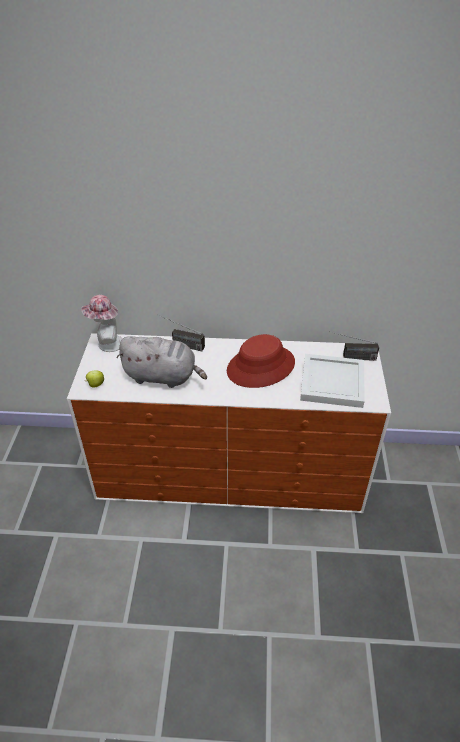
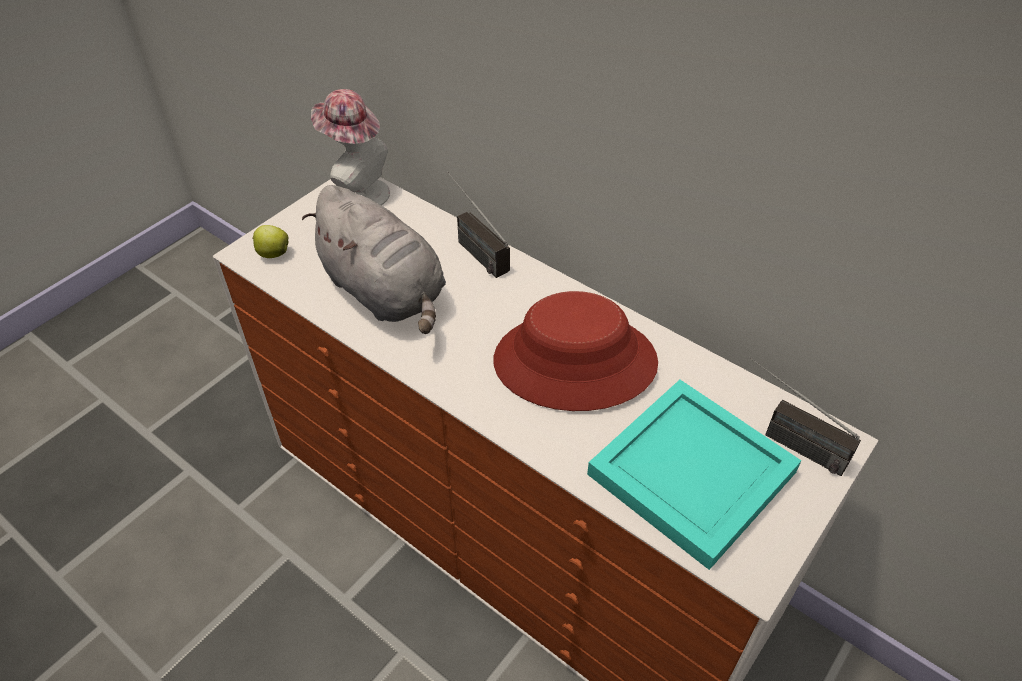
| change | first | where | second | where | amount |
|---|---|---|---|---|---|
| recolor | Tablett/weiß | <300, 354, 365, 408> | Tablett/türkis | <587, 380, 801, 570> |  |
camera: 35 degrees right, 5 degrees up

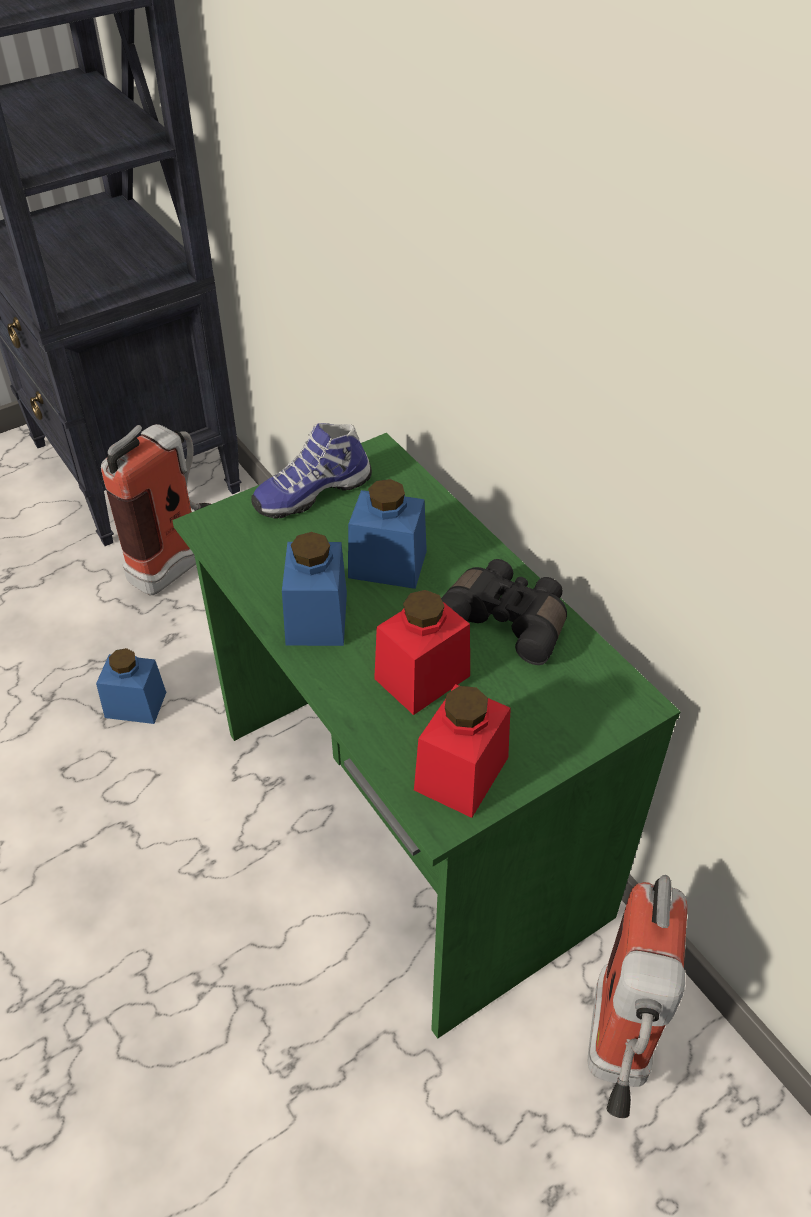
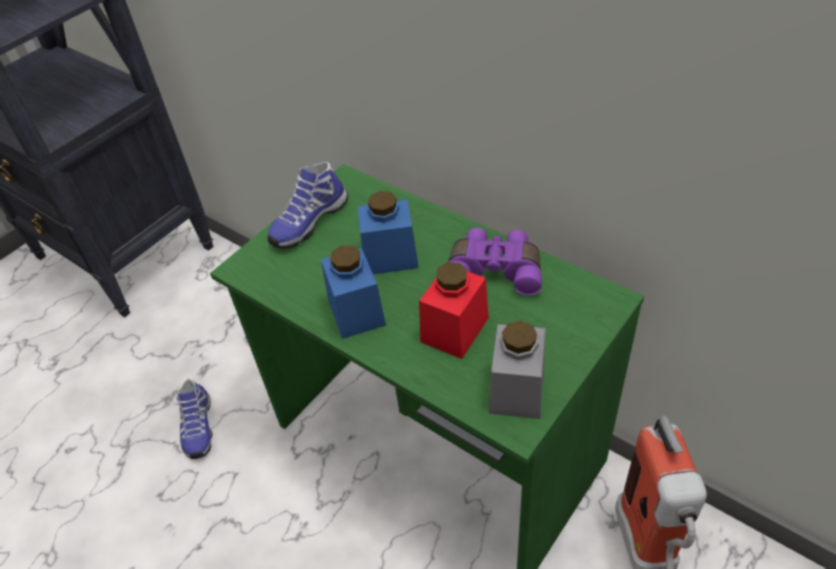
| change | first | where | second | where | amount |
|---|---|---|---|---|---|
| delete | Feuerlöscher | <101, 424, 211, 595> |  |  |  |
| recolor | Fernglas/schwarz | <441, 559, 567, 665> | Fernglas/lila | <448, 228, 542, 295> |  |
| replace | Vorratsglas/blau | <96, 648, 166, 724> | Schuh | <177, 379, 213, 459> |  |
| recolor | Vorratsglas/rot | <414, 684, 511, 818> | Vorratsglas/grau | <489, 321, 545, 419> |  |
camera: 15 degrees left, 0 degrees up

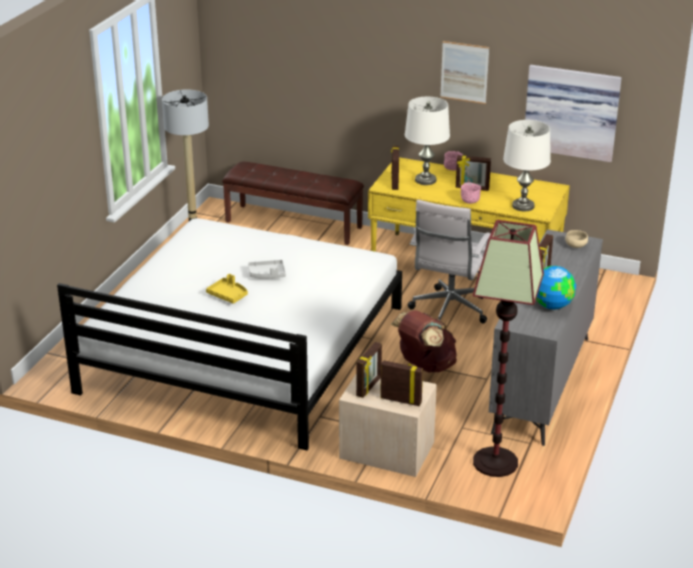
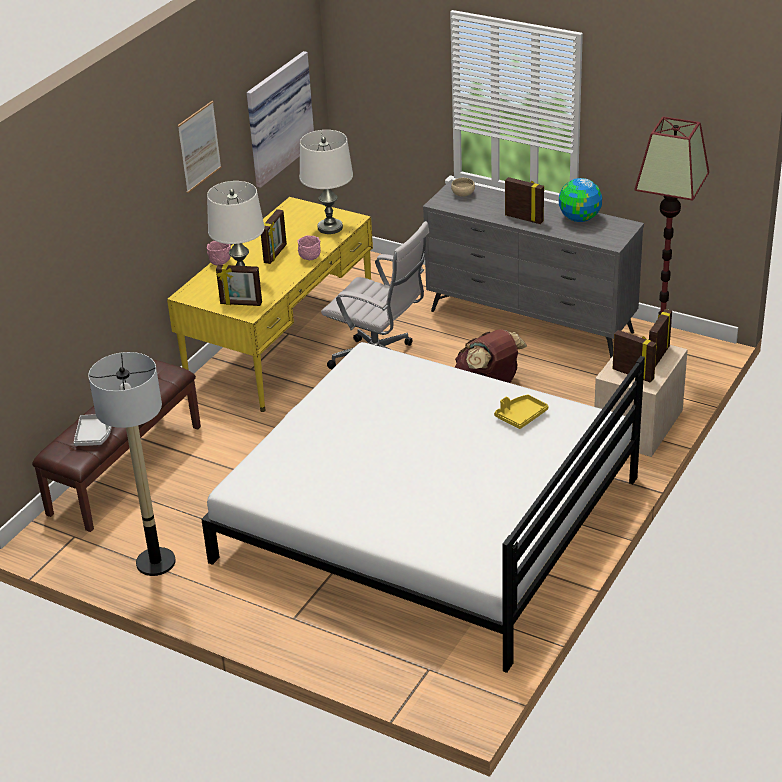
| change | first | where | second | where | amount |
|---|---|---|---|---|---|
| move | Tablett/grau | <248, 260, 286, 279> |  | <74, 414, 112, 446> |  |
| move | Tablett/gelb | <206, 274, 248, 304> |  | <494, 395, 548, 429> |  |
camera: 80 degrees left, 5 degrees up

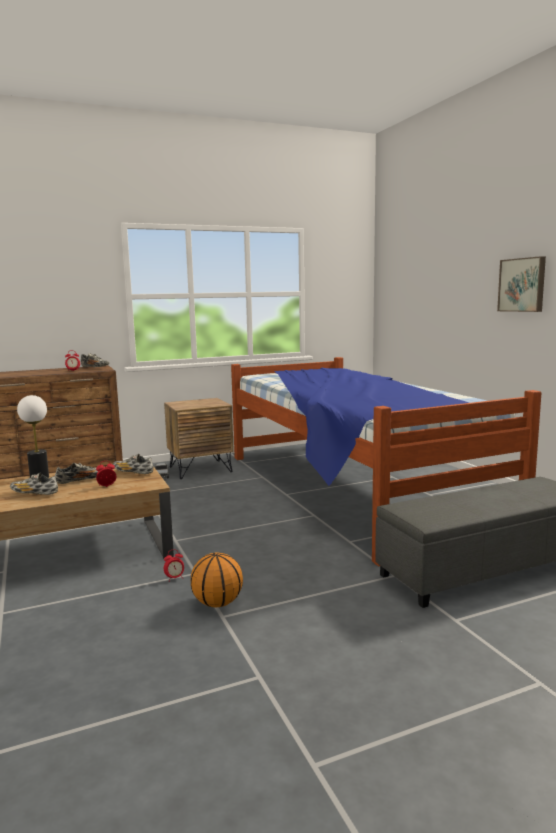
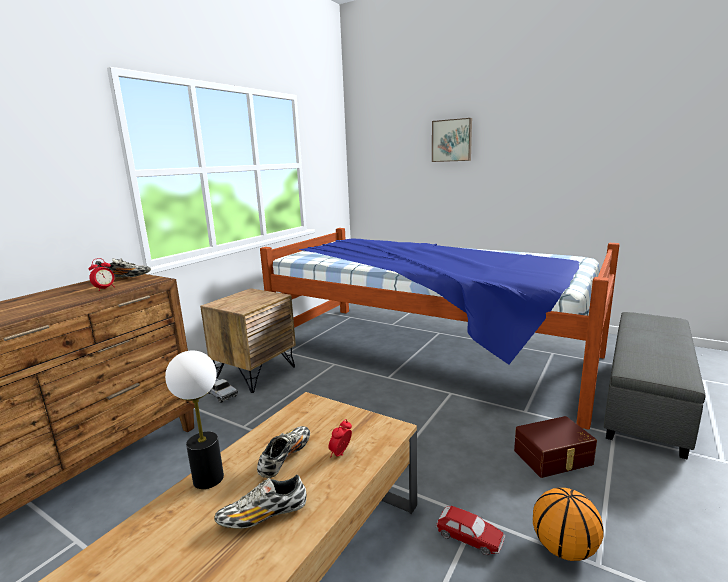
| change | first | where | second | where | amount |
|---|---|---|---|---|---|
| move | Bild | <497, 256, 546, 312> |  | <432, 118, 472, 162> |  |
| delete | Schuh | <113, 454, 153, 474> |  |  |  |
| replace | Wecker | <164, 549, 184, 581> | Spielzeugauto | <436, 506, 505, 555> |  |
| insert |  |  | Aufbewahrungsbox/braun | <514, 416, 597, 478> |  |
camera: 35 degrees left, 5 degrees up

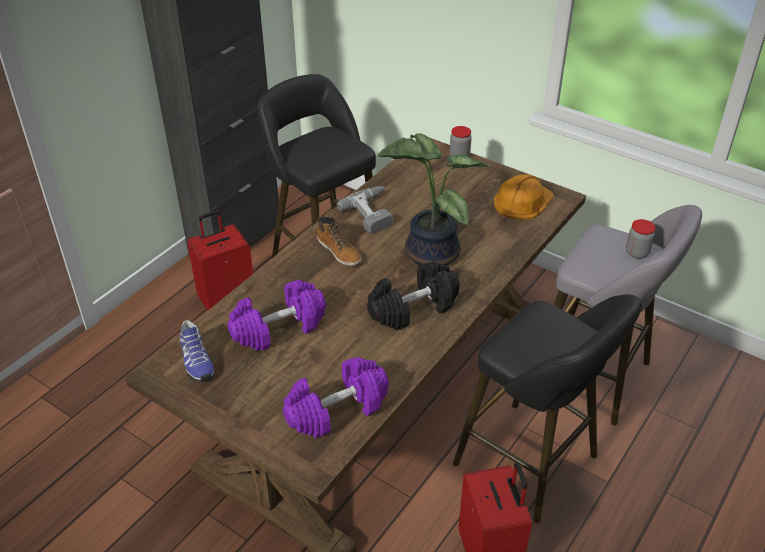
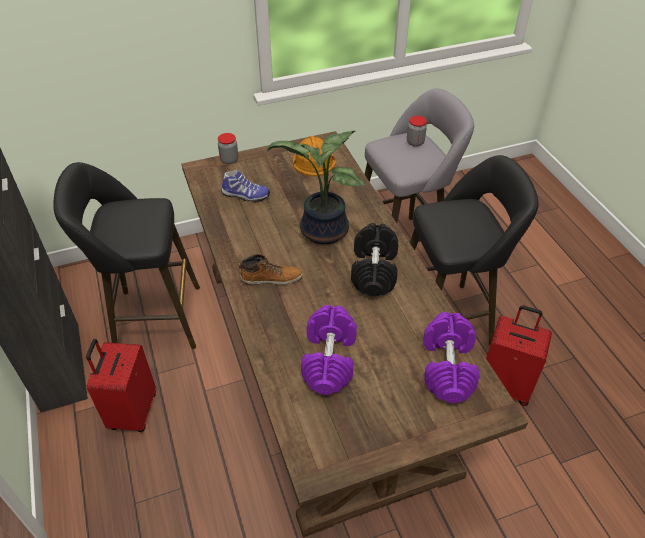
| change | first | where | second | where | amount |
|---|---|---|---|---|---|
| delete | Bohrmaschine | <337, 186, 393, 234> |  |  |  |
| move | Schuh | <180, 320, 214, 382> |  | <221, 170, 270, 203> |  |
camera: 55 degrees left, 5 degrees up

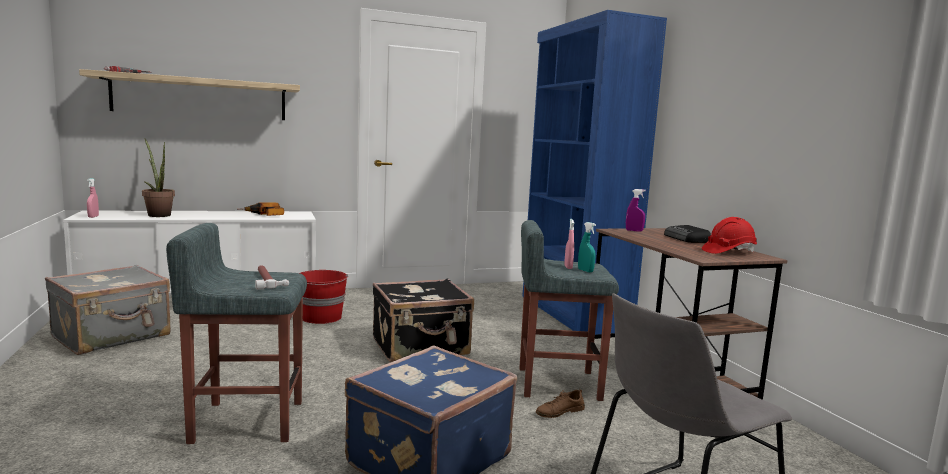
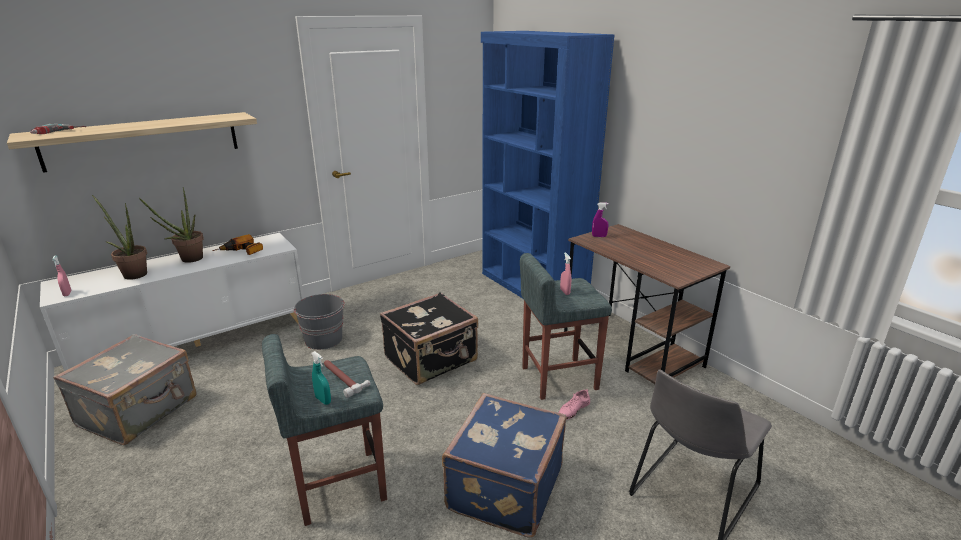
| change | first | where | second | where | amount |
|---|---|---|---|---|---|
| delete | Schutzhelm/rot | <702, 217, 757, 254> |  |  |  |
| move | Sprühflasche/türkis | <578, 222, 596, 272> |  | <311, 351, 331, 405> |  |
| delete | Radio | <664, 225, 711, 243> |  |  |  |
| recolor | Eimer/rot | <300, 270, 348, 324> | Eimer/grau | <293, 294, 345, 350> |  |
| recolor | Schuh/braun | <536, 389, 585, 418> | Schuh/rosa | <558, 389, 590, 420> |  |
| insert |  |  | Topfpflanze | <139, 187, 204, 263> |  |
camera: 15 degrees left, 15 degrees up

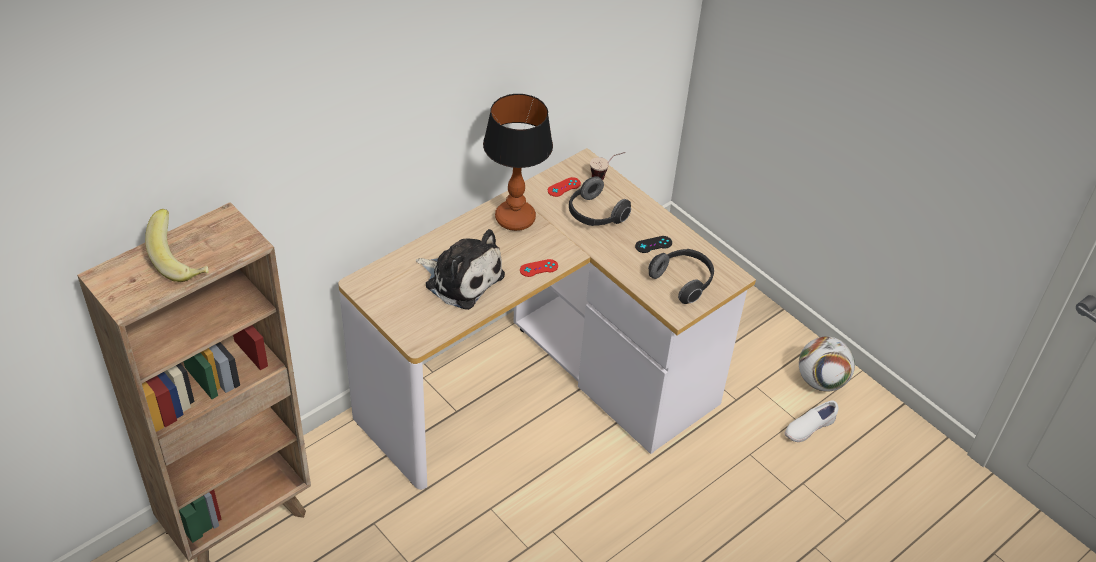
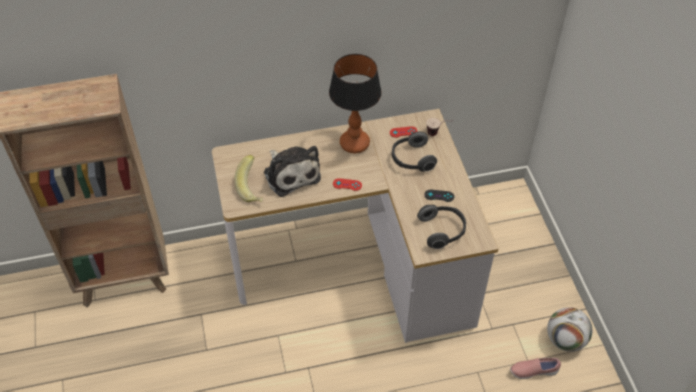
| change | first | where | second | where | amount |
|---|---|---|---|---|---|
| move | Banane | <145, 209, 209, 282> |  | <234, 155, 263, 202> |  |
| recolor | Schuh/weiß | <784, 401, 839, 442> | Schuh/rosa | <510, 358, 561, 379> |  |
camera: 30 degrees right, 5 degrees up

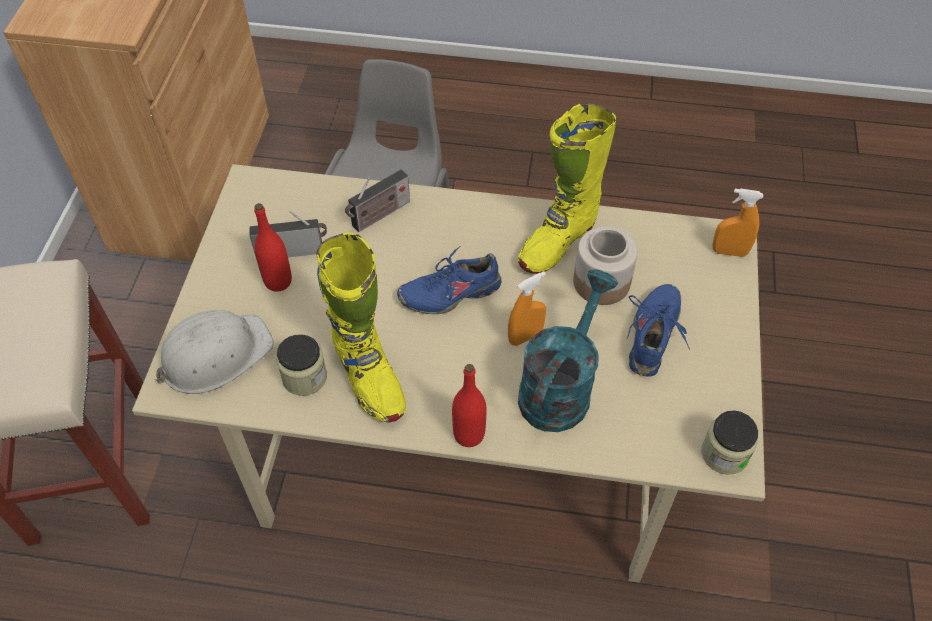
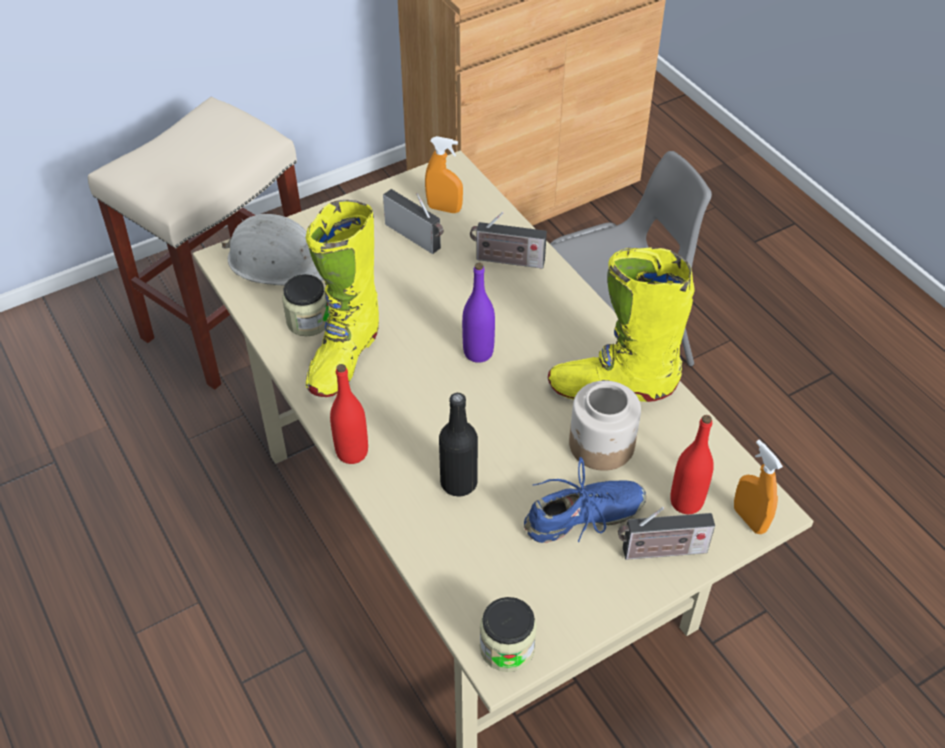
| change | first | where | second | where | amount |
|---|---|---|---|---|---|
| move | Flasche/rot | <254, 203, 292, 292> |  | <670, 415, 714, 514> |  |
| replace | Schuh/blau | <397, 246, 501, 314> | Flasche/lila | <462, 263, 495, 363> |  |
| replace | Gießkanne/türkis | <518, 269, 618, 432> | Flasche/schwarz | <439, 393, 478, 497> |  |
| move | Sprühflasche/orange | <508, 271, 546, 346> |  | <425, 136, 463, 213> |  |
| insert |  |  | Radio | <618, 507, 715, 560> |  |
camera: 50 degrees right, 5 degrees down

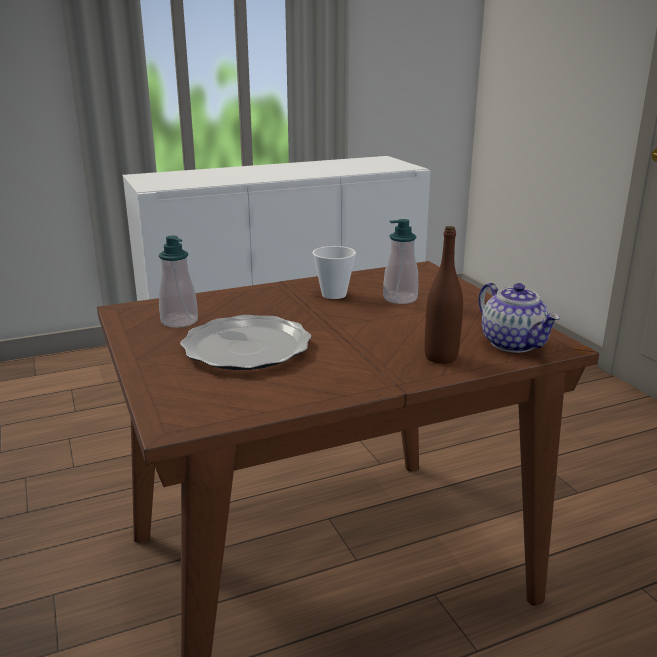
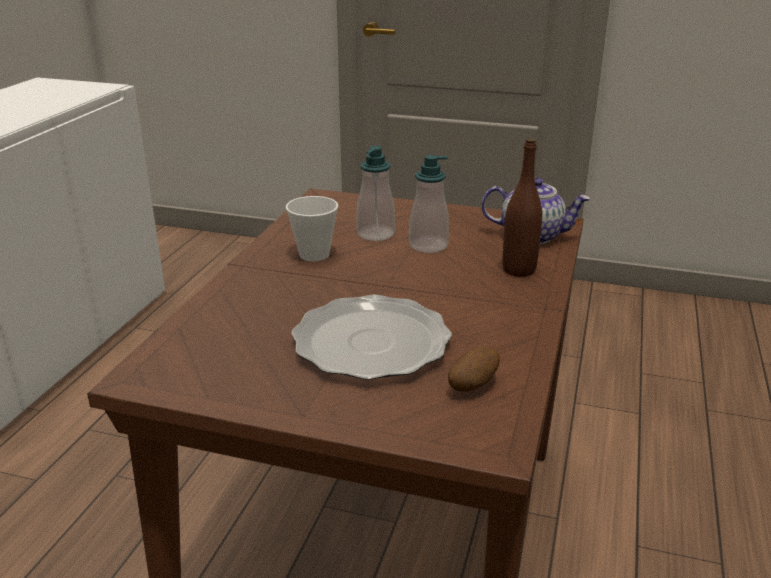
| change | first | where | second | where | amount |
|---|---|---|---|---|---|
| move | Seifenspender | <159, 236, 198, 328> |  | <409, 155, 449, 253> |  |
| insert |  |  | Kartoffel | <448, 346, 500, 392> |  |
camera: 50 degrees left, 5 degrees up

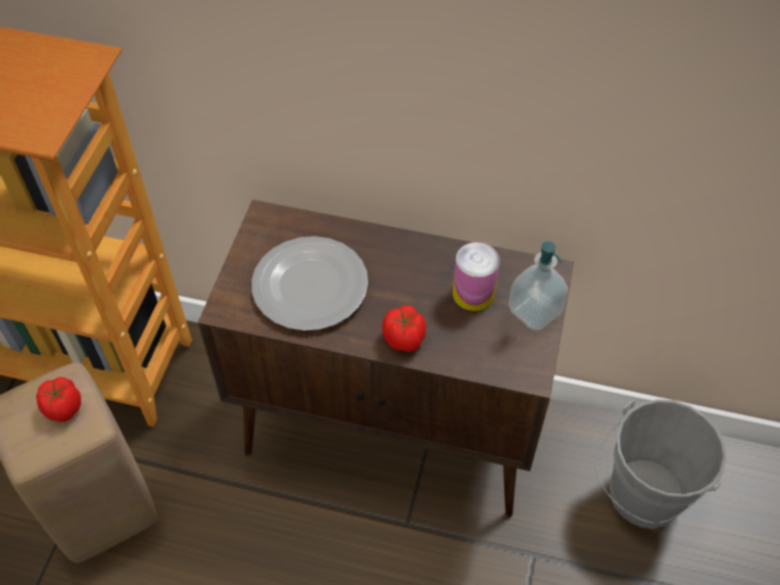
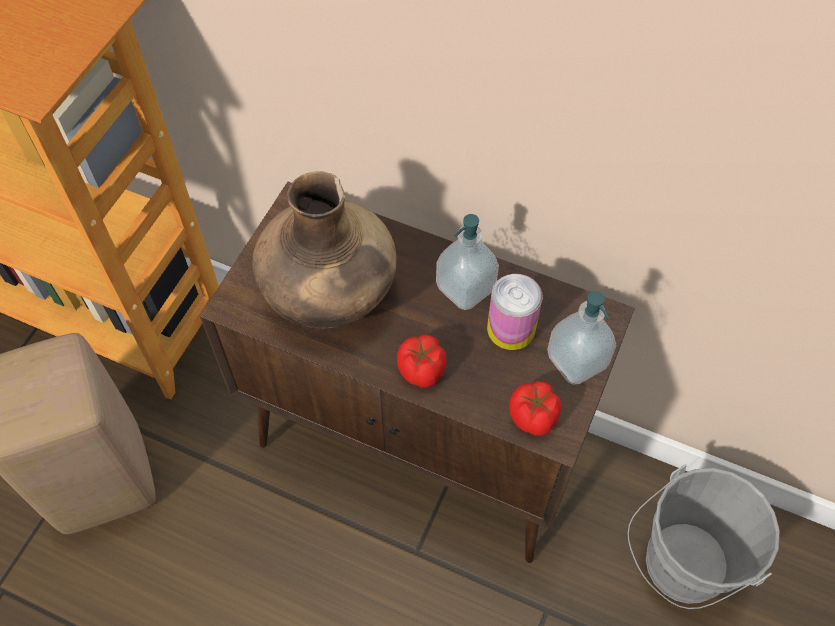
| change | first | where | second | where | amount |
|---|---|---|---|---|---|
| replace | Teller | <251, 236, 368, 331> | Vase/braun | <252, 171, 397, 329> |  |
| move | Tomate | <36, 377, 81, 422> |  | <509, 381, 561, 436> |  |
| insert |  |  | Seifenspender | <436, 214, 499, 310> |  |
camera: 10 degrees right, 5 degrees up

